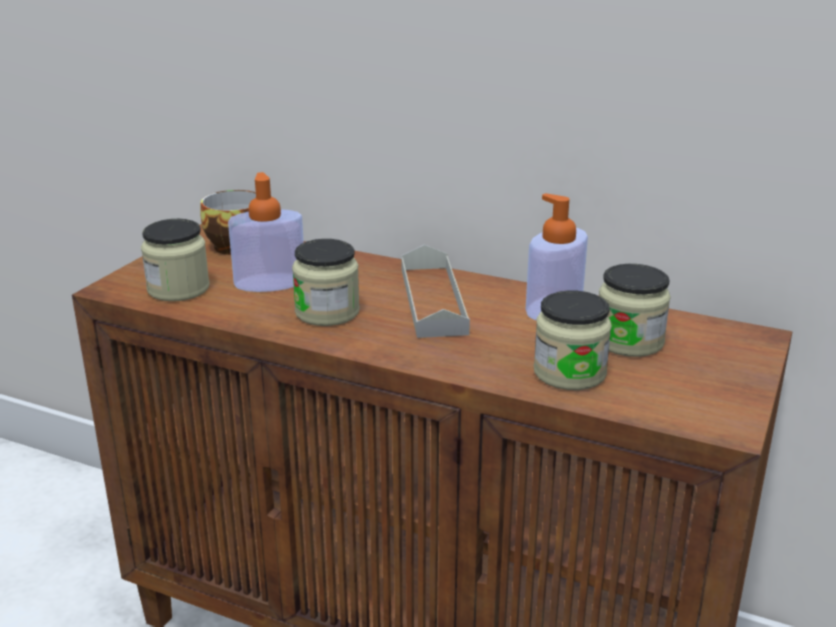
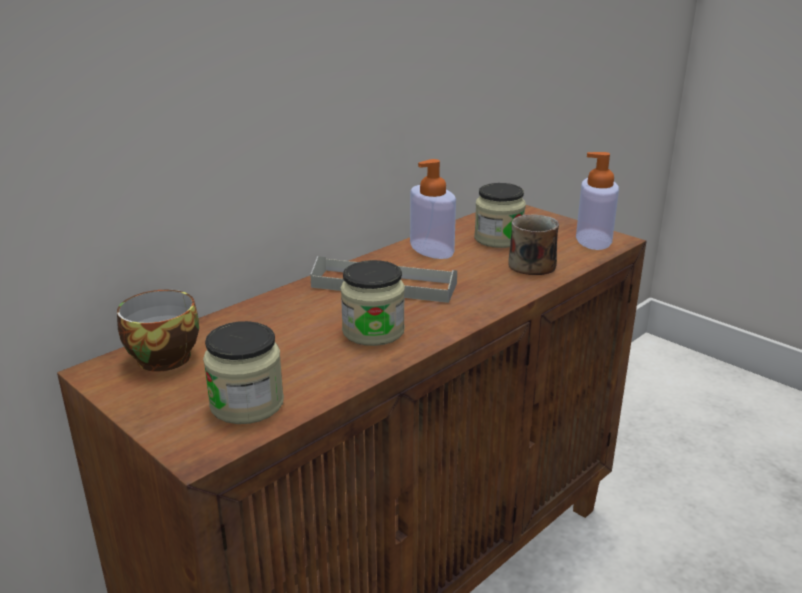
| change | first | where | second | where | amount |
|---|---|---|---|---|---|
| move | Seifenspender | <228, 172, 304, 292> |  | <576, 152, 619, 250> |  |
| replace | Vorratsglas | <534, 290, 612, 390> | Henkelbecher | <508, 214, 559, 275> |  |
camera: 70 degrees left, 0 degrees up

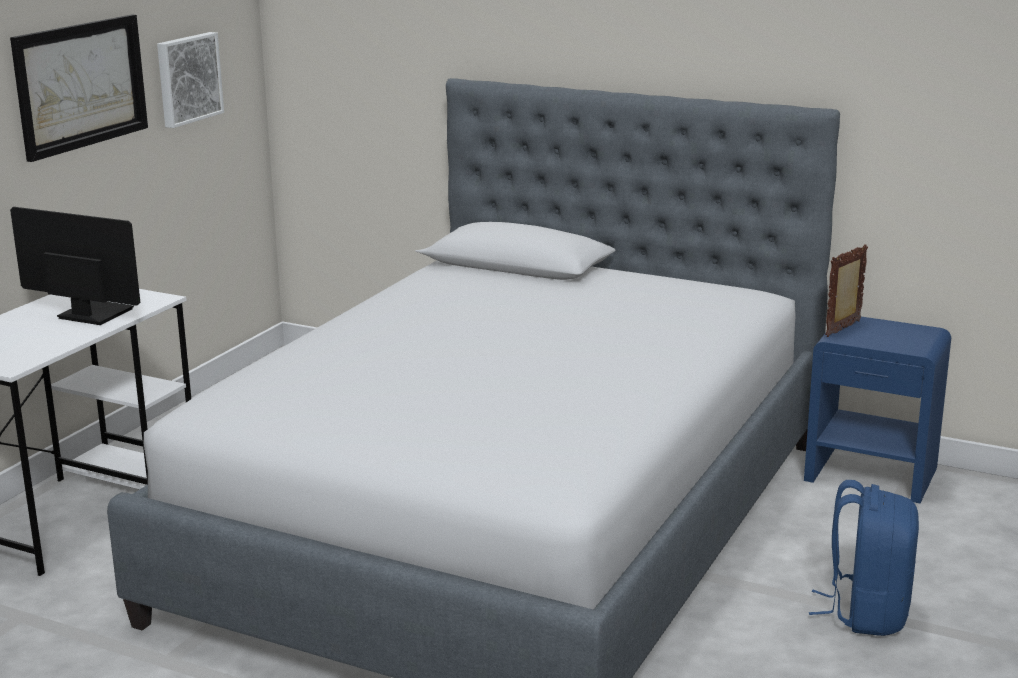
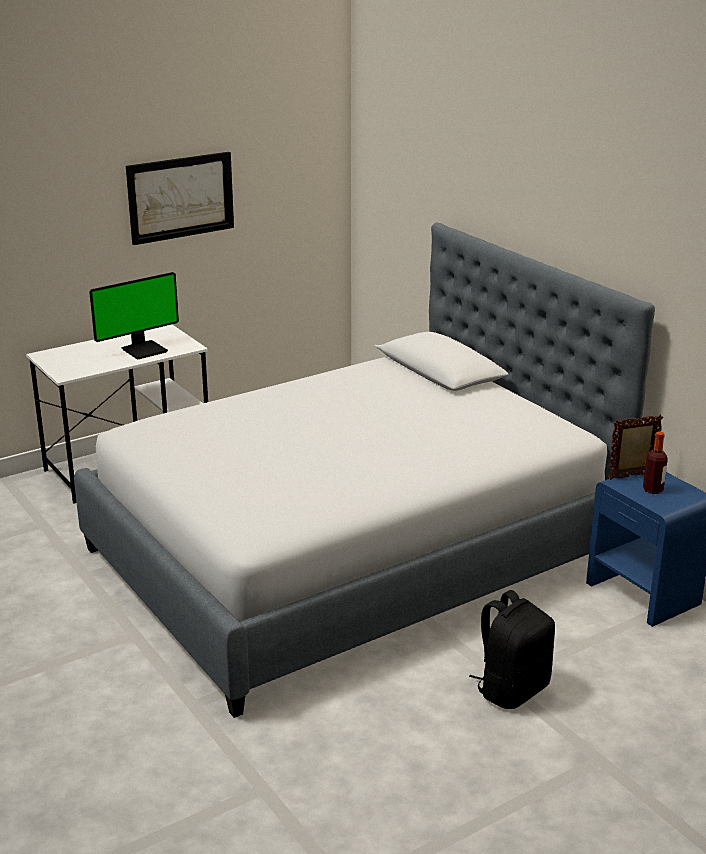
| change | first | where | second | where | amount |
|---|---|---|---|---|---|
| delete | Bild | <157, 32, 224, 128> |  |  |  |
| rotate | Monitor | <10, 207, 140, 325> |  | <89, 272, 179, 360> | 90 degrees clockwise |
| recolor | Rucksack/blau | <809, 480, 919, 636> | Rucksack/schwarz | <469, 590, 555, 709> |  |
| insert |  |  | Flasche | <643, 431, 668, 494> |  |
camera: 30 degrees right, 5 degrees up

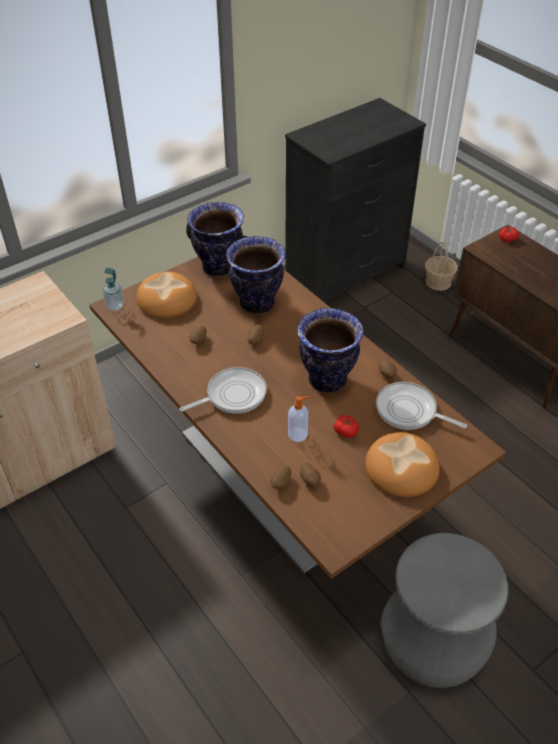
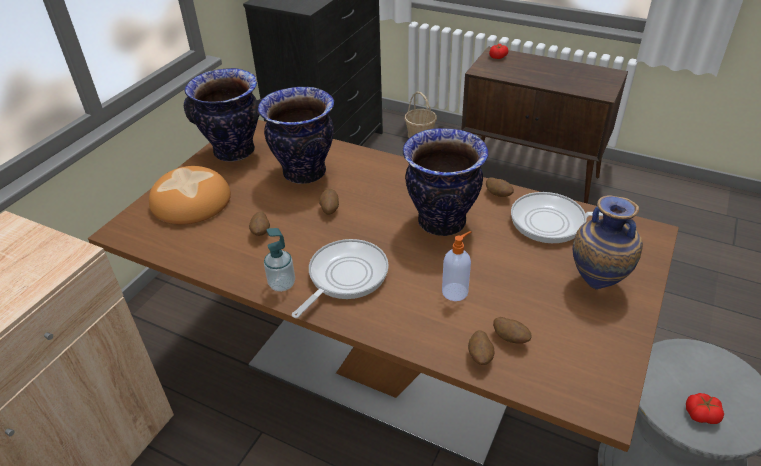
| change | first | where | second | where | amount |
|---|---|---|---|---|---|
| move | Seifenspender | <103, 267, 124, 311> |  | <264, 228, 295, 292> |  |
| move | Tomate | <334, 415, 359, 438> |  | <686, 393, 724, 424> |  |
| replace | Brot | <365, 432, 440, 497> | Vase | <573, 195, 643, 290> |  |
camera: 25 degrees left, 5 degrees down

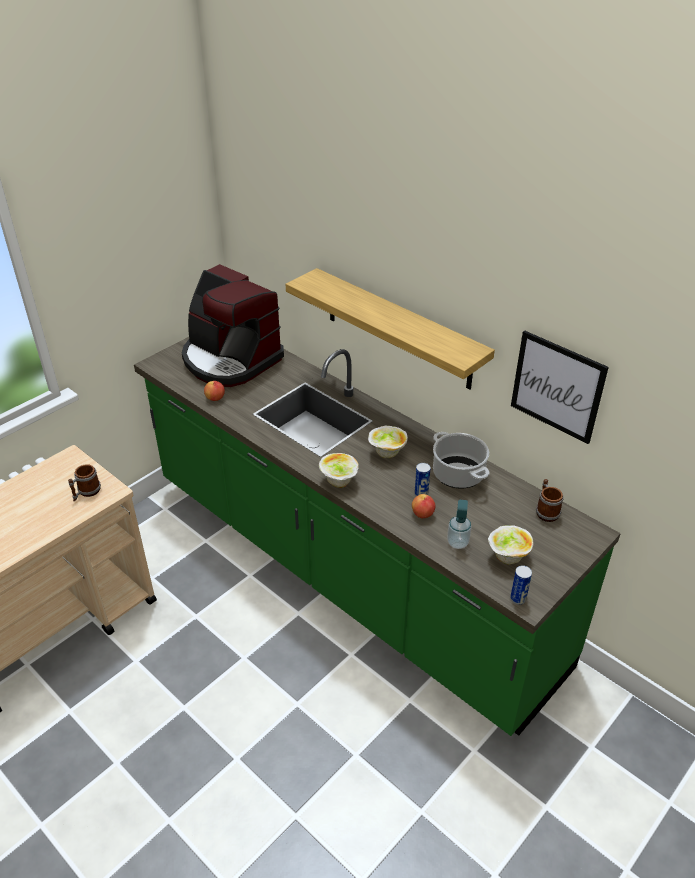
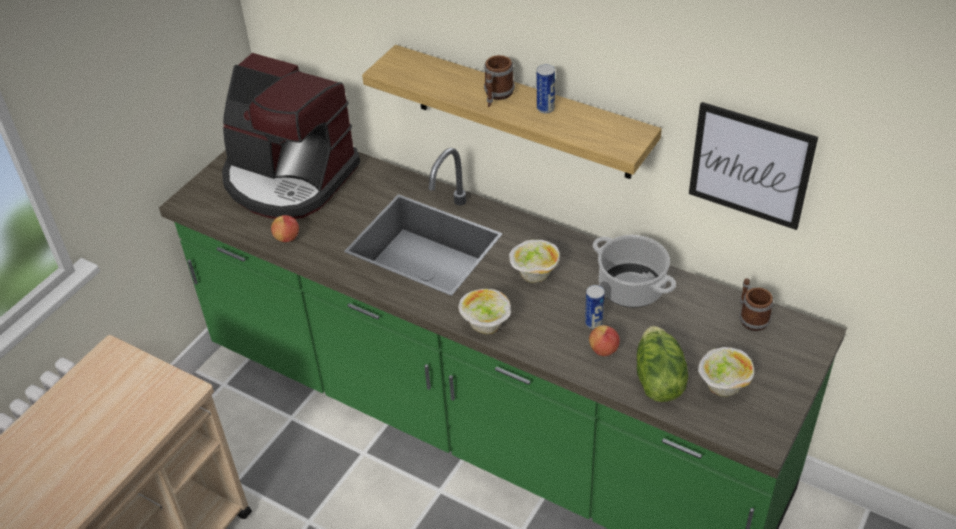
| change | first | where | second | where | amount |
|---|---|---|---|---|---|
| move | Henkelbecher | <68, 464, 101, 501> |  | <484, 55, 515, 107> |  |
| replace | Seifenspender | <447, 500, 471, 549> | Salatkopf | <637, 326, 689, 402> |  |
| move | Dose | <510, 565, 532, 605> |  | <537, 64, 555, 113> |  |
camera: 10 degrees left, 5 degrees up

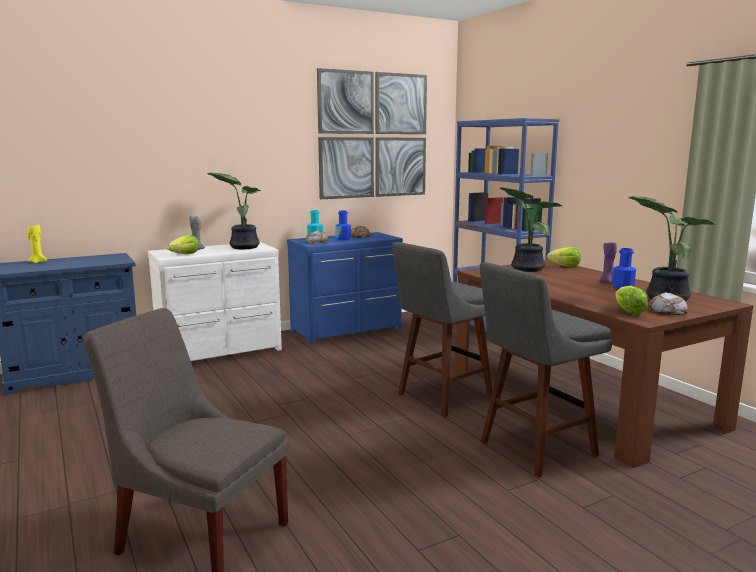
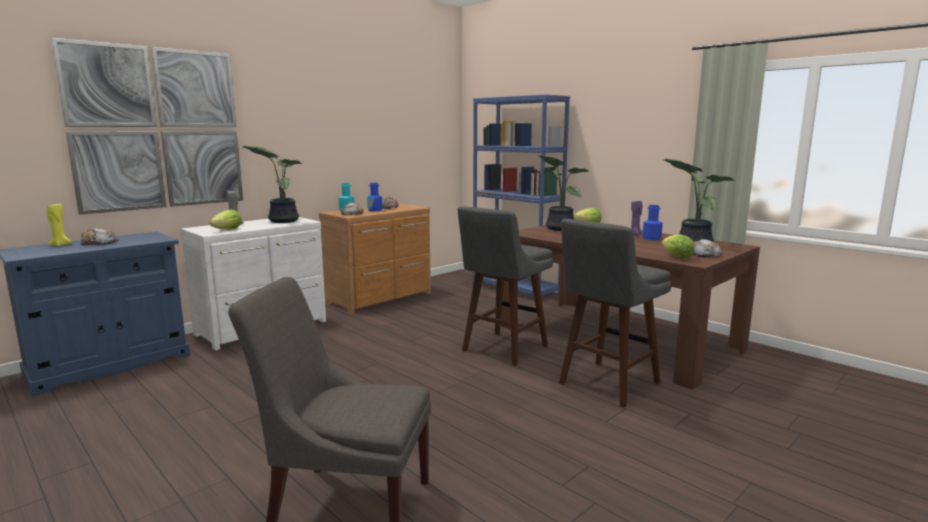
| change | first | where | second | where | amount |
|---|---|---|---|---|---|
| move | Bild | <317, 68, 427, 199> |  | <51, 38, 243, 215> |  |
| recolor | Kommode/blau | <287, 232, 403, 344> | Kommode/braun | <319, 203, 431, 314> |  |
| insert |  |  | Brot | <81, 228, 119, 245> |  |
camera: 15 degrees left, 0 degrees up

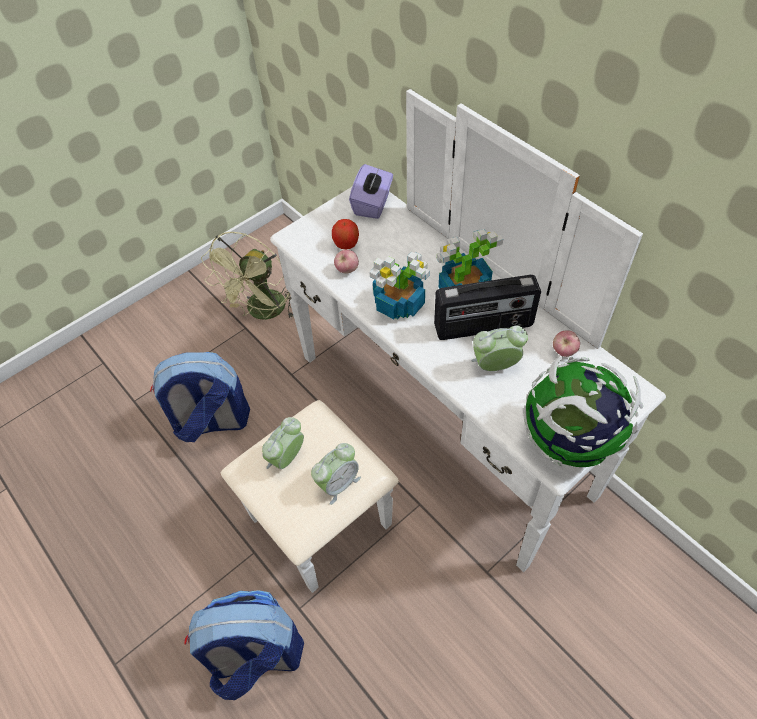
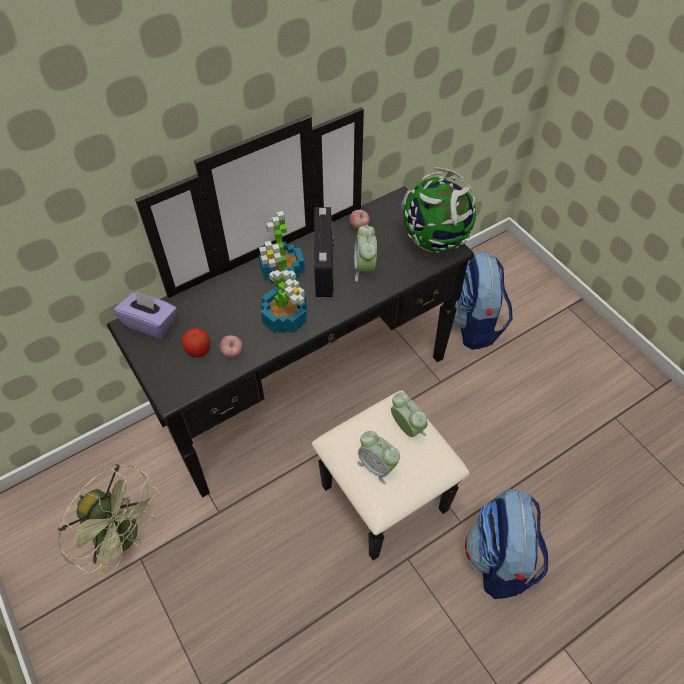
| change | first | where | second | where | amount |
|---|---|---|---|---|---|
| recolor | Kommode/weiß | <221, 89, 666, 593> | Kommode/schwarz | <107, 107, 474, 561> |  |
| move | Rucksack | <150, 352, 250, 442> |  | <453, 252, 512, 350> |  |
camera: 85 degrees left, 0 degrees up

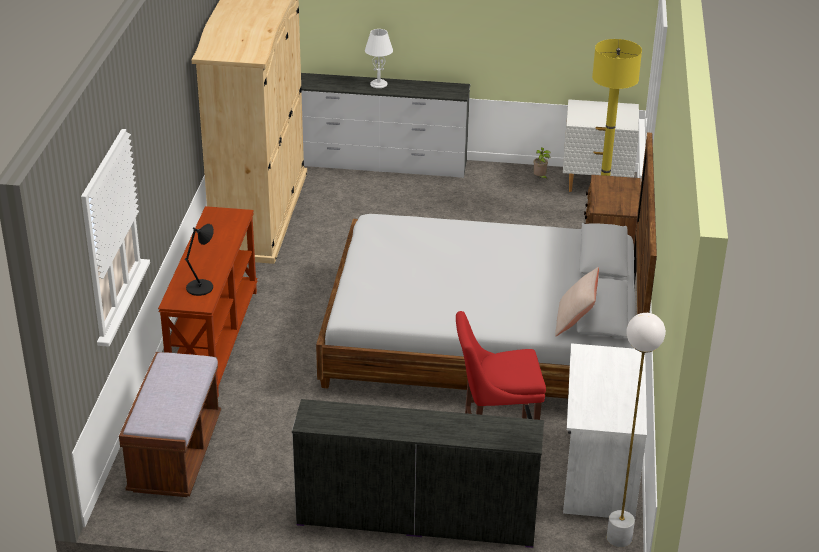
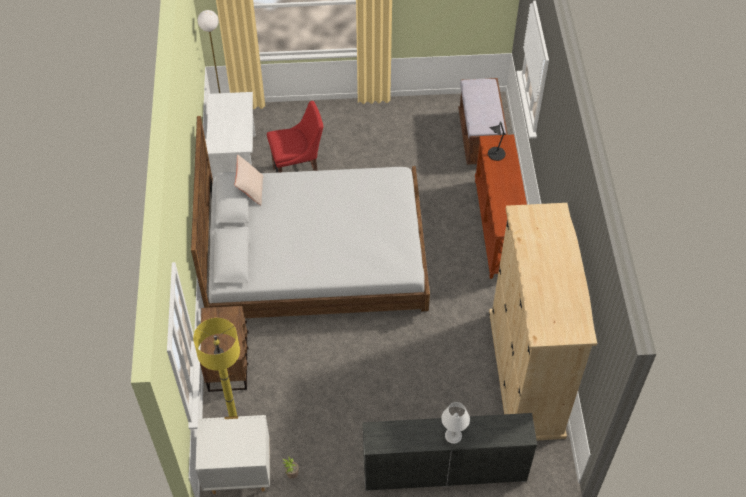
| change | first | where | second | where | amount |
|---|---|---|---|---|---|
| delete | Kommode/lila | <292, 399, 544, 548> |  |  |  |
camera: 170 degrees right, 20 degrees up

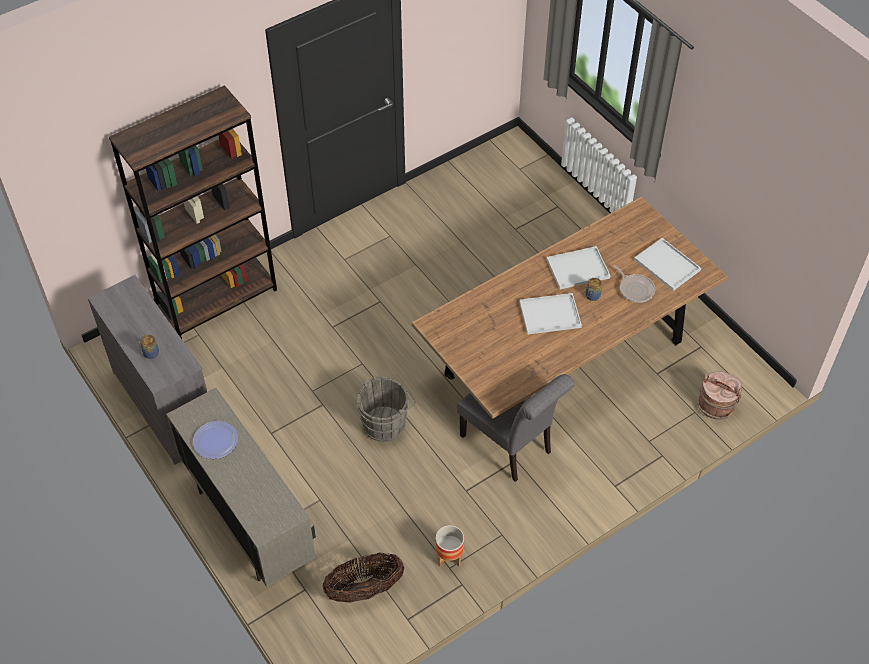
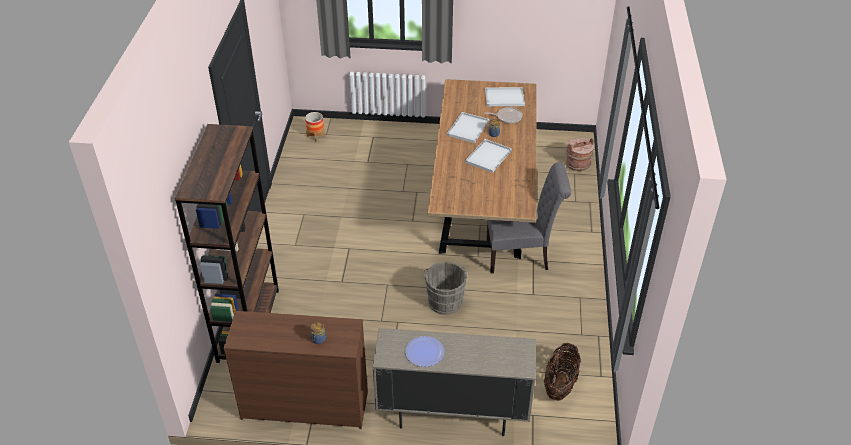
| change | first | where | second | where | amount |
|---|---|---|---|---|---|
| recolor | Kommode/grau | <88, 275, 207, 465> | Kommode/braun | <223, 311, 368, 429> |  |
| move | Pflanzkübel | <435, 525, 464, 566> |  | <305, 112, 325, 142> |  |
camera: 50 degrees left, 10 degrees down

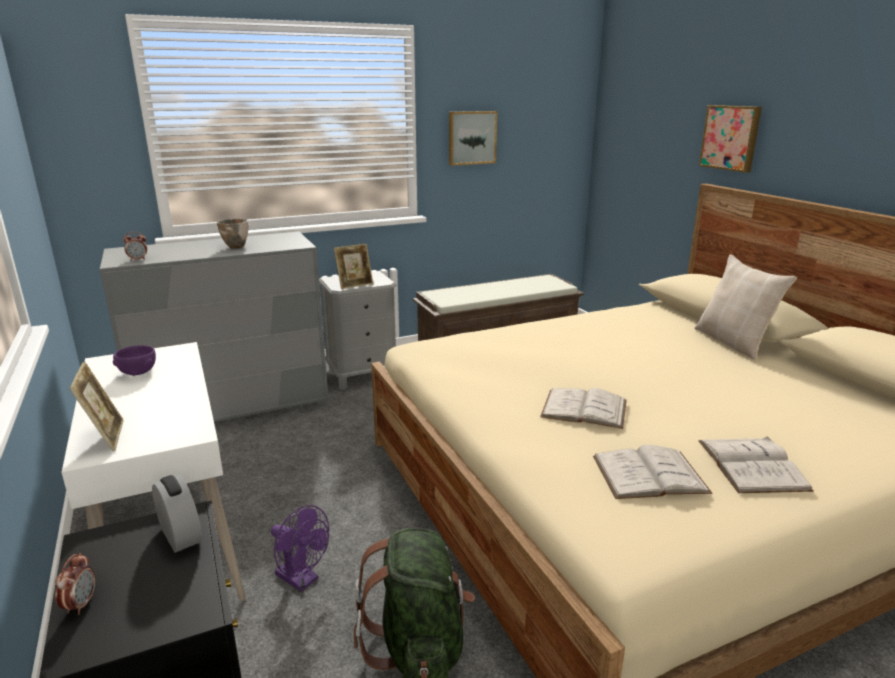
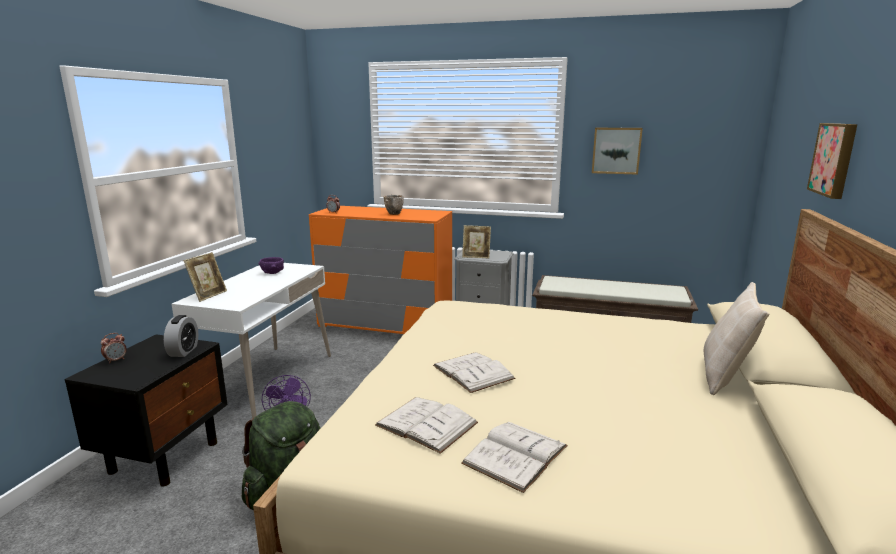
| change | first | where | second | where | amount |
|---|---|---|---|---|---|
| recolor | Kommode/grau | <100, 232, 328, 422> | Kommode/orange | <309, 206, 452, 334> |  |
camera: 40 degrees right, 5 degrees down

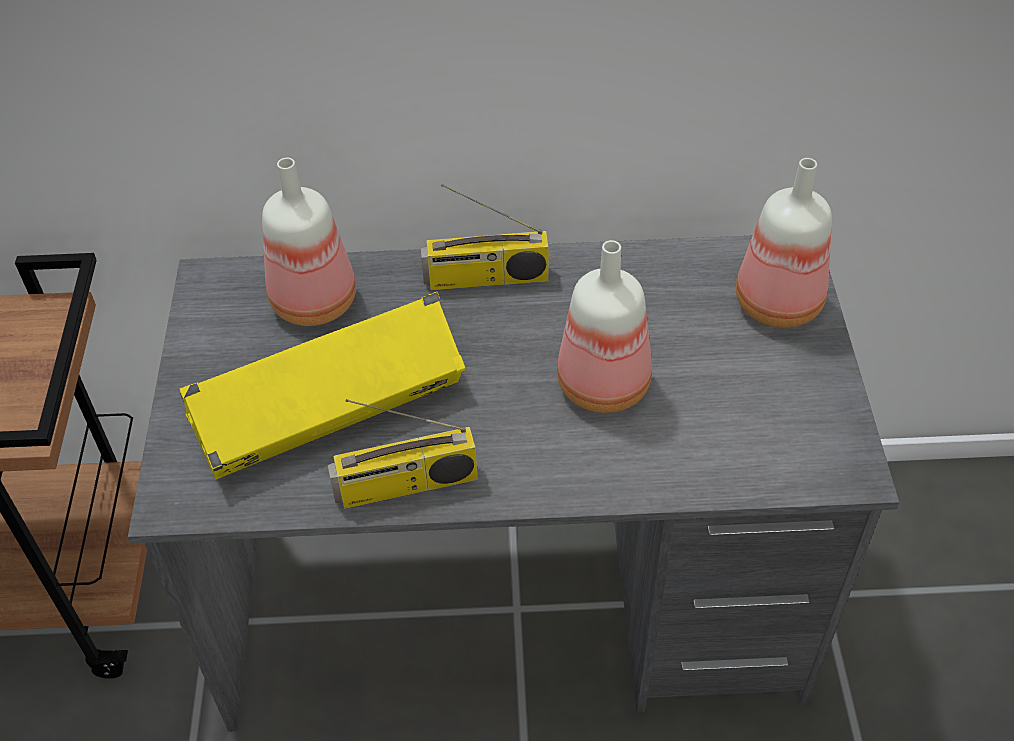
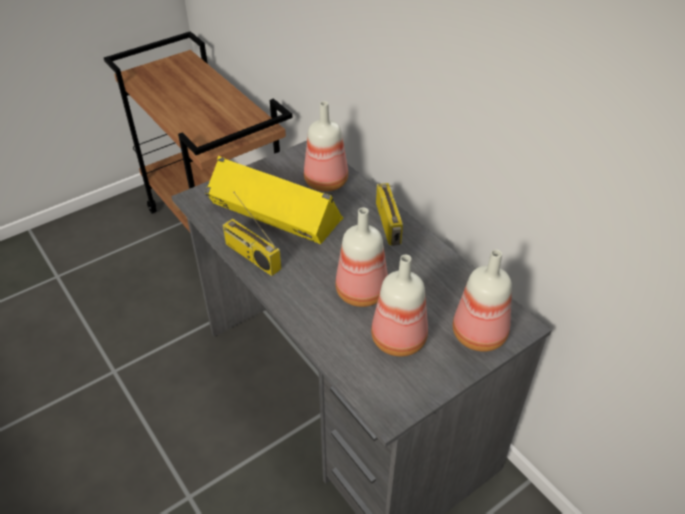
| change | first | where | second | where | amount |
|---|---|---|---|---|---|
| rotate | Radio | <421, 184, 549, 290> |  | <376, 183, 403, 246> | 150 degrees counterclockwise |
| insert |  |  | Flasche | <371, 255, 428, 356> |  |
camera: 55 degrees right, 5 degrees down

